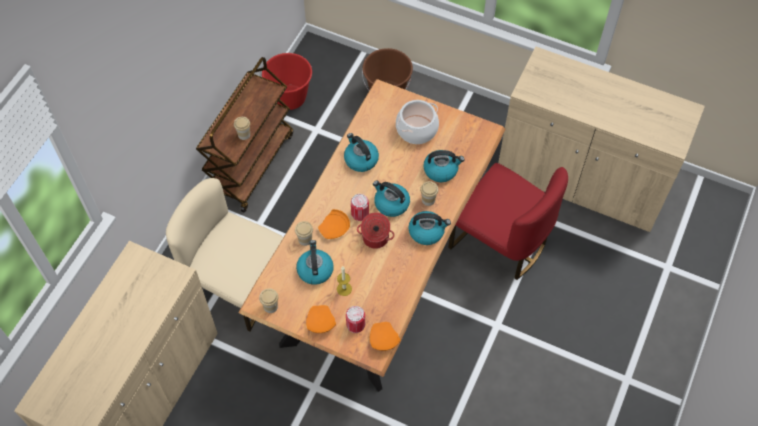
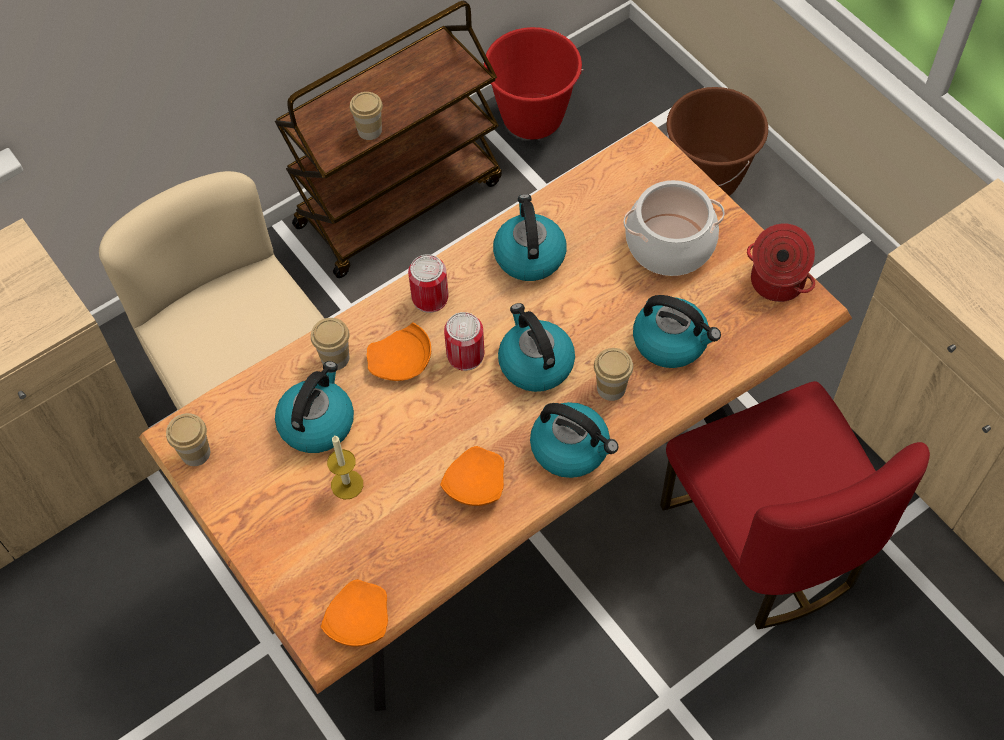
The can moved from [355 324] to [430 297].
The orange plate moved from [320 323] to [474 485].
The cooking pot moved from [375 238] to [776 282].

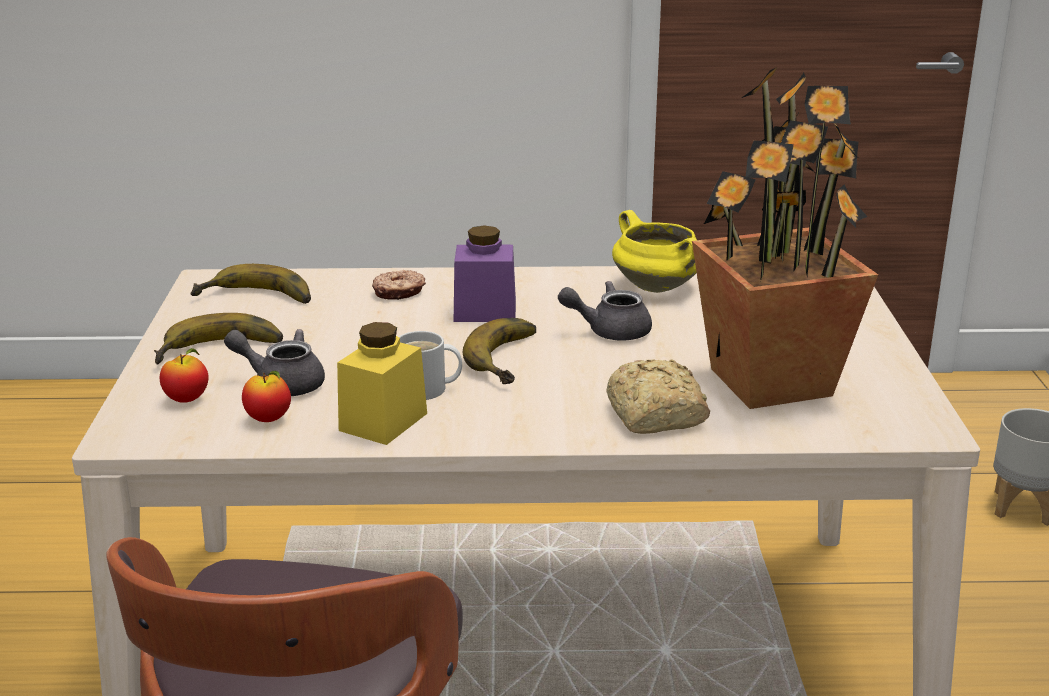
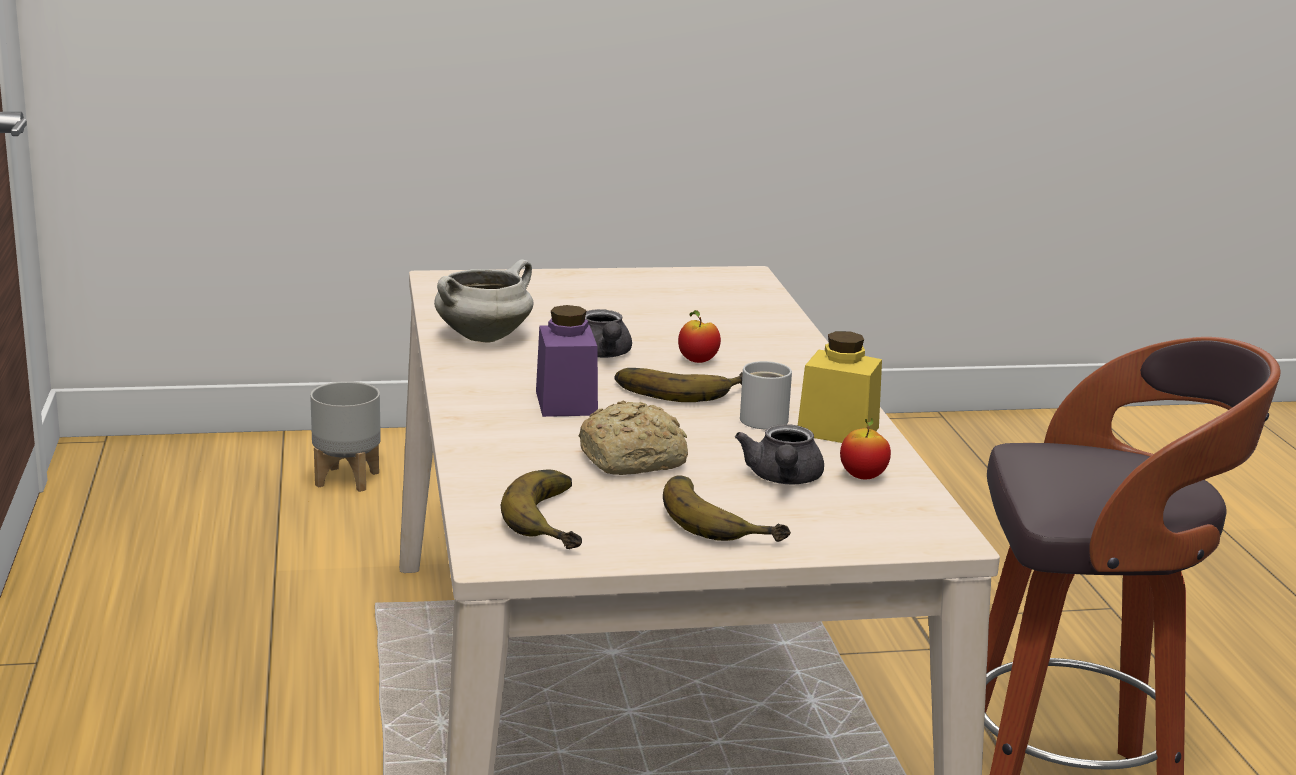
The yellow cooking pot at [658 287] became the white cooking pot at [484 337].
The bread moved from [654 416] to [635 460].
The apple moved from [187 399] to [698 361].
The donut at [399 293] disappeared.
The potted plant at [772 381] disappeared.

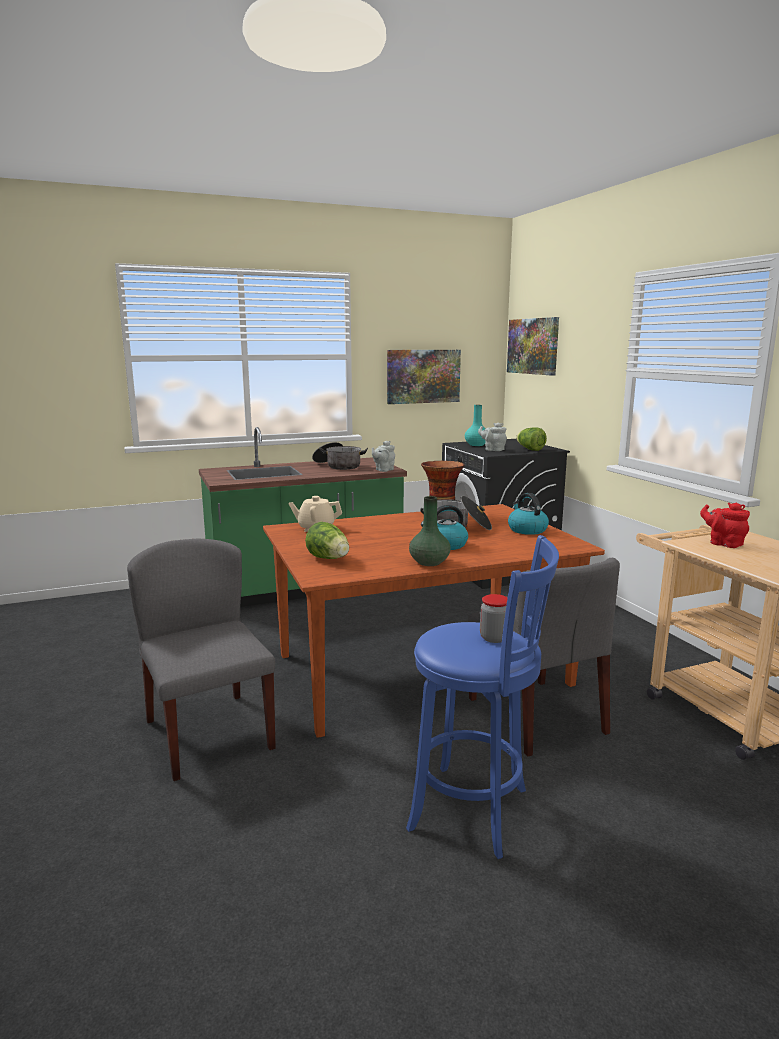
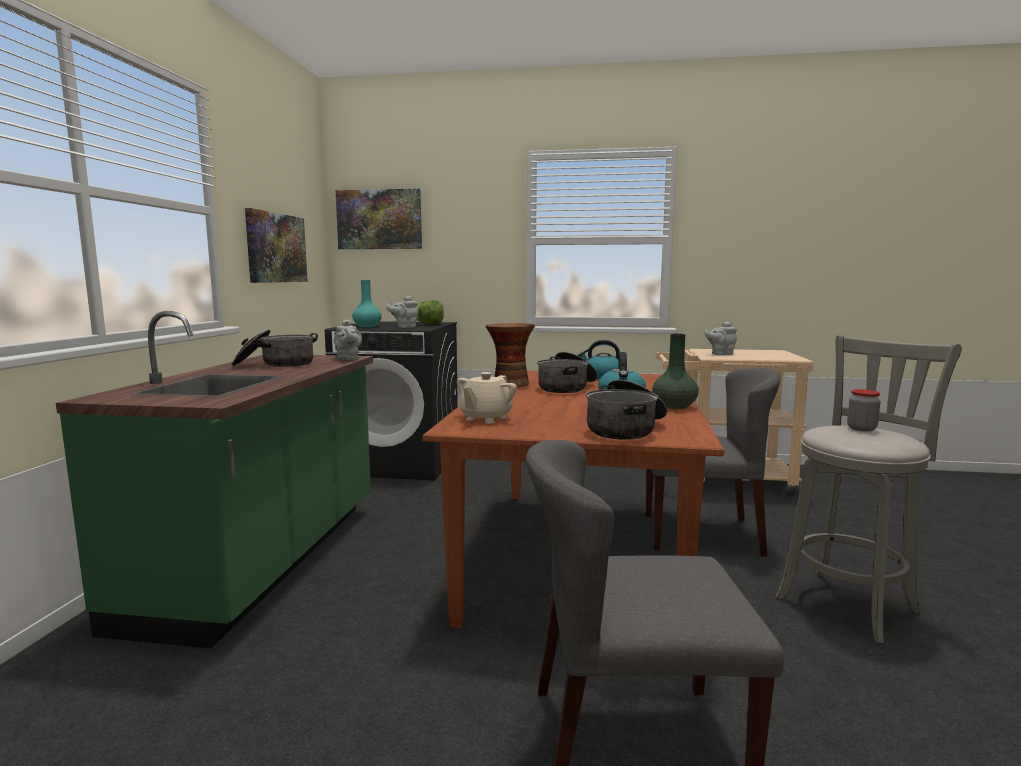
The lettuce at [329 559] was replaced by the cooking pot at [626 428].
The red teapot at [723 543] became the grey teapot at [720 354].
The blue stool at [475 811] became the grey stool at [849 602].

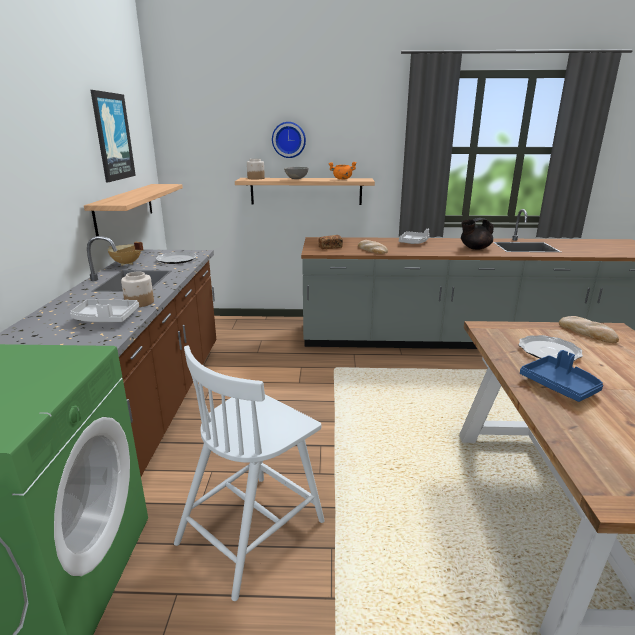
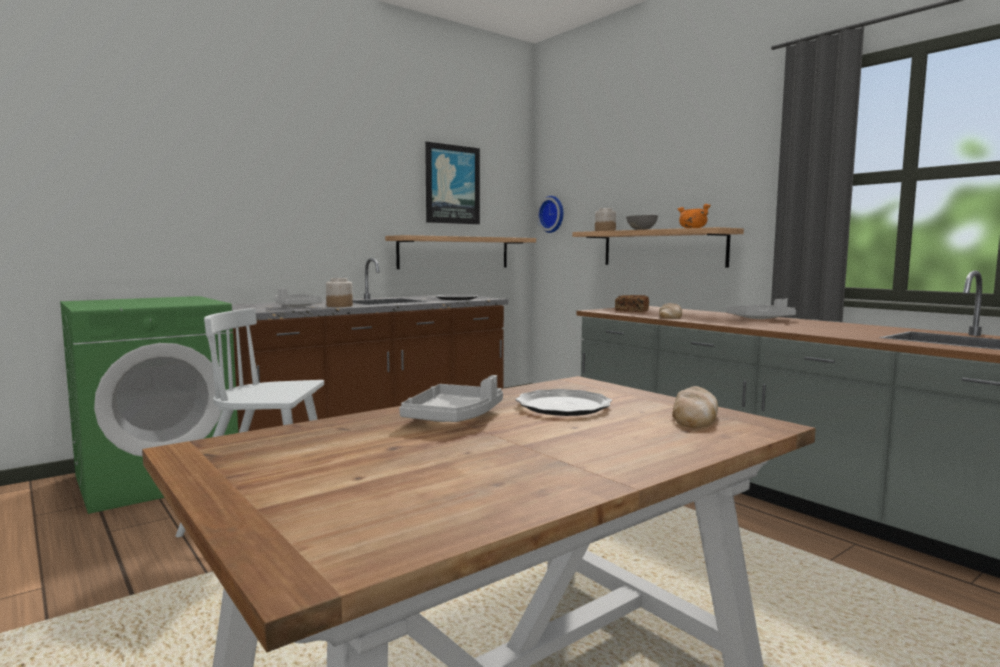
The blue tray at [560 385] became the grey tray at [454 417].
The wall clock moved from [289 140] to [552 214].
The beige cooking pot at [126 263] disappeared.
The black teapot at [474 248] disappeared.

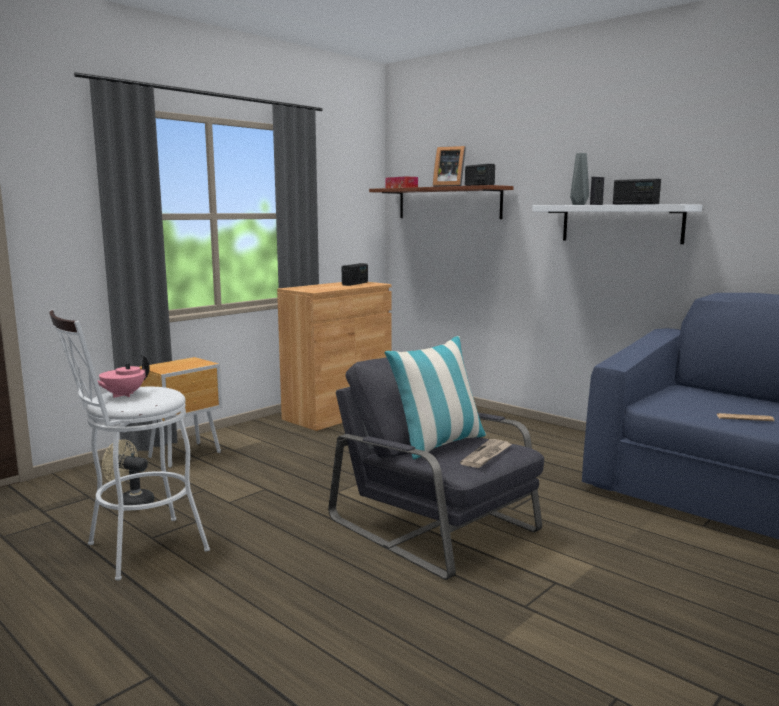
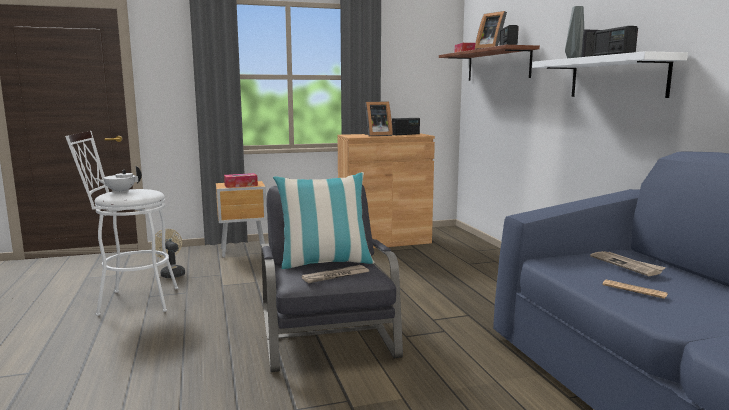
The pink teapot at [123 395] became the white teapot at [120 192].
The tissue box at [241 185] appeared.
The picture frame at [376 135] appeared.
The newspaper at [626 265] appeared.

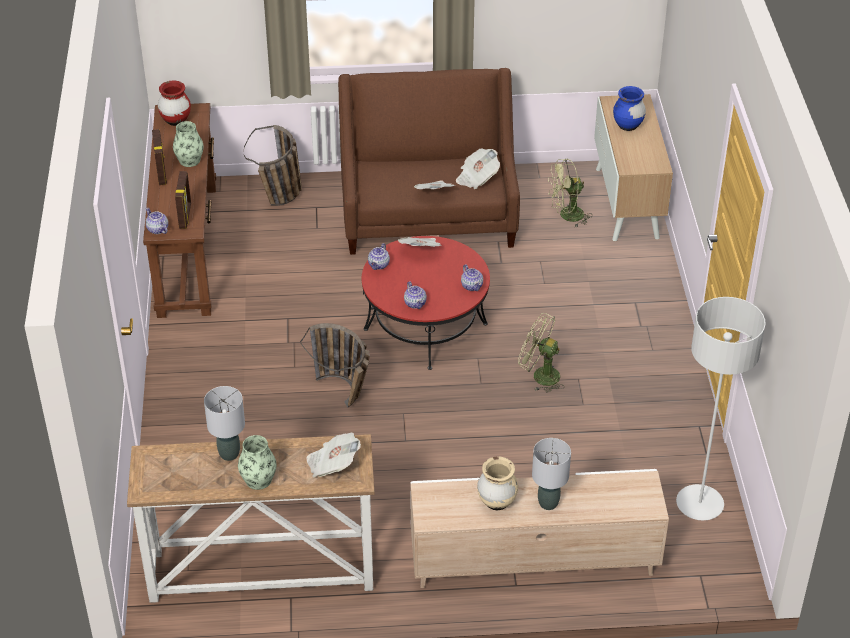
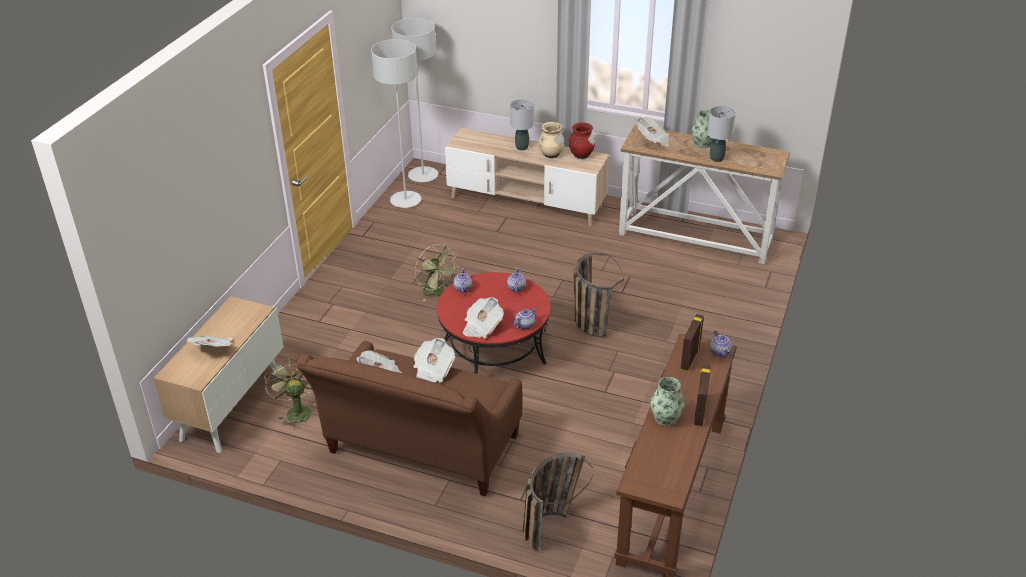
The blue vase at [628 126] was replaced by the newspaper at [214 349].
The green fan at [566 216] turned 120 degrees counterclockwise.
The grey floor lamp at [423 176] appeared.
The red vase moved from [175 121] to [581 155].

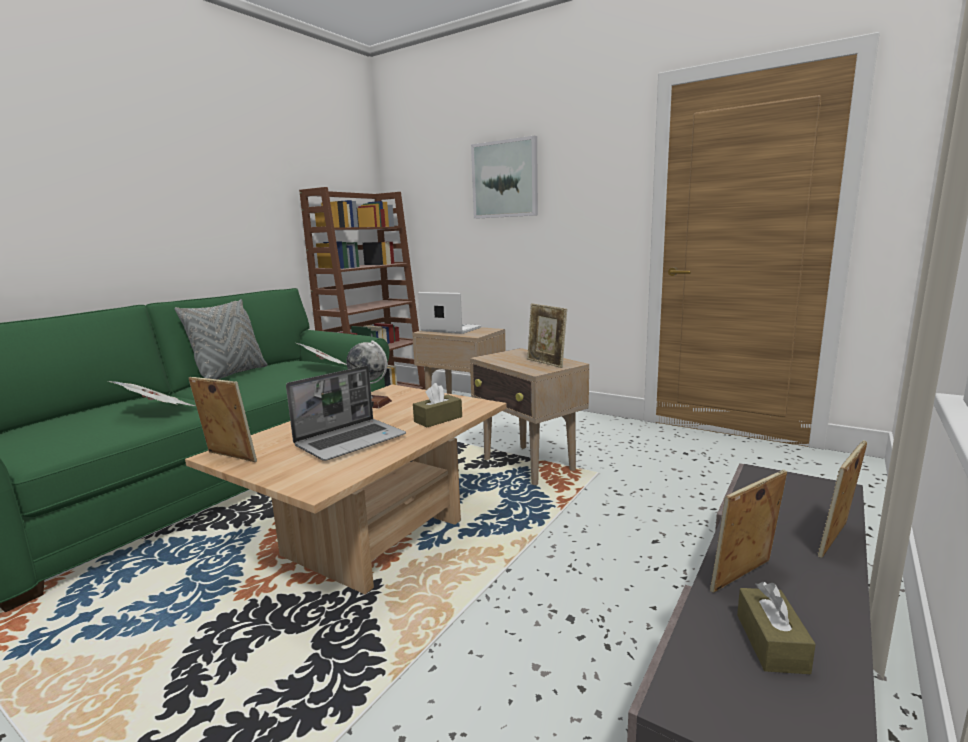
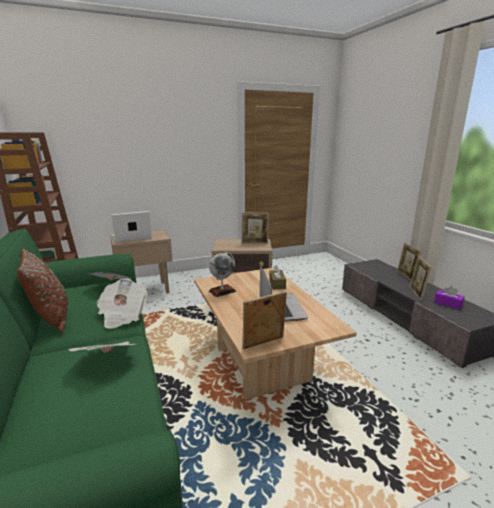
The grey pillow at [230 375] became the brown pillow at [51 318].
The newspaper at [122 315] appeared.
The brown tissue box at [771 642] became the purple tissue box at [448 303].
The picture at [505 179] disappeared.

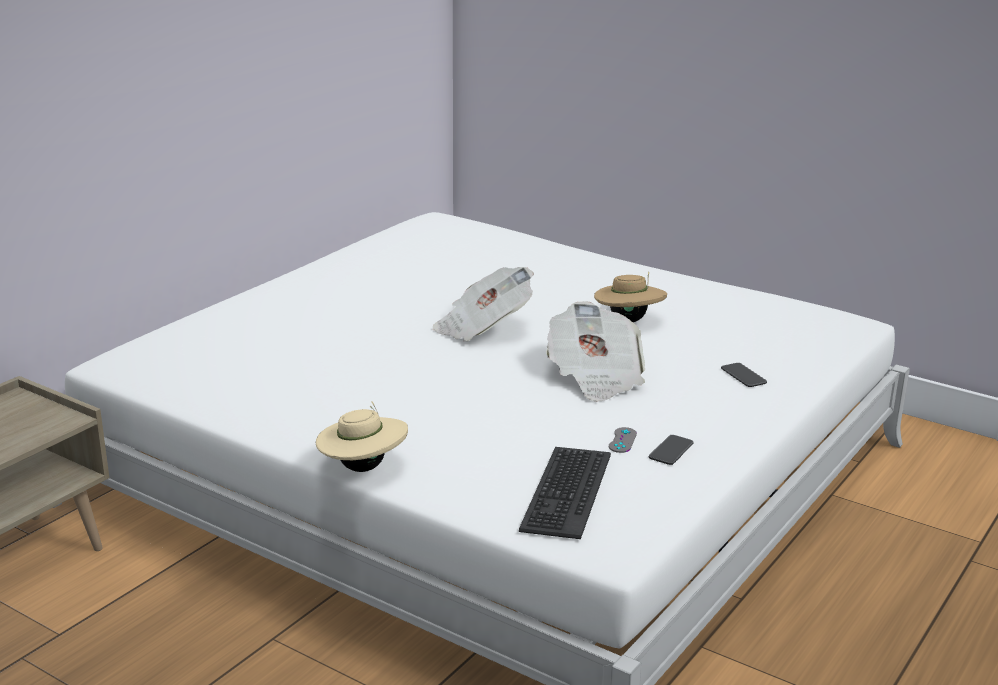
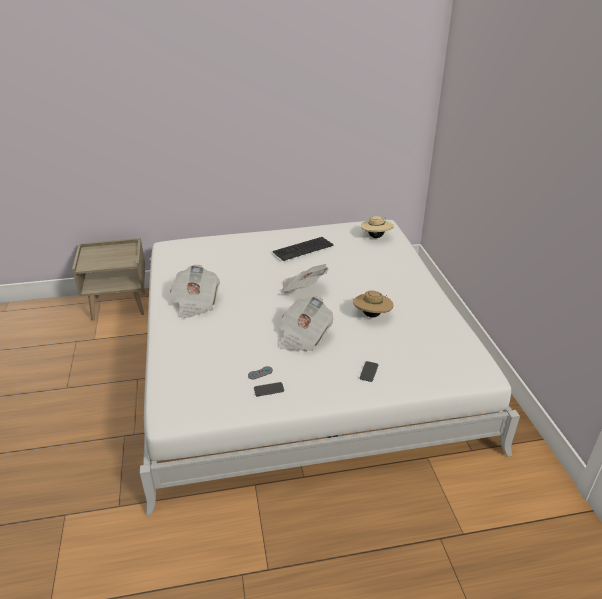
The newspaper at [195 303] appeared.
The keyboard moved from [565 492] to [303 249].
The beige hat moved from [363 467] to [376 236].

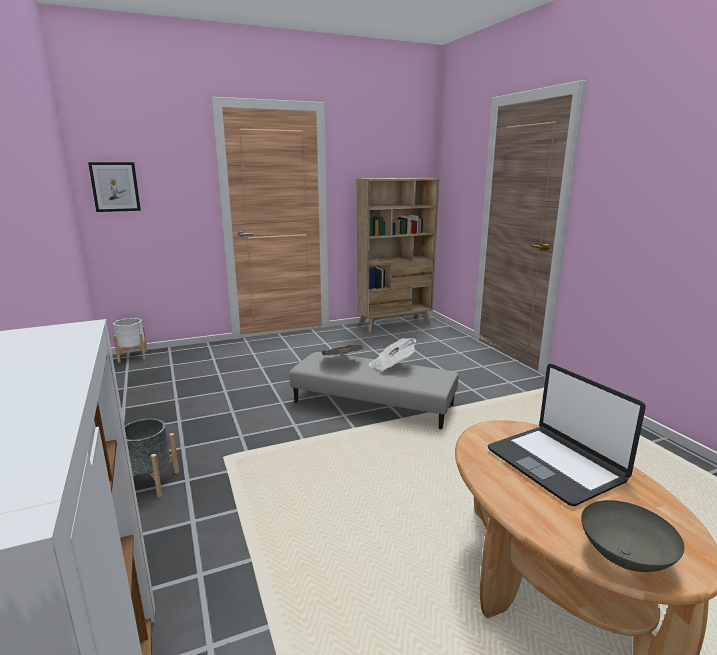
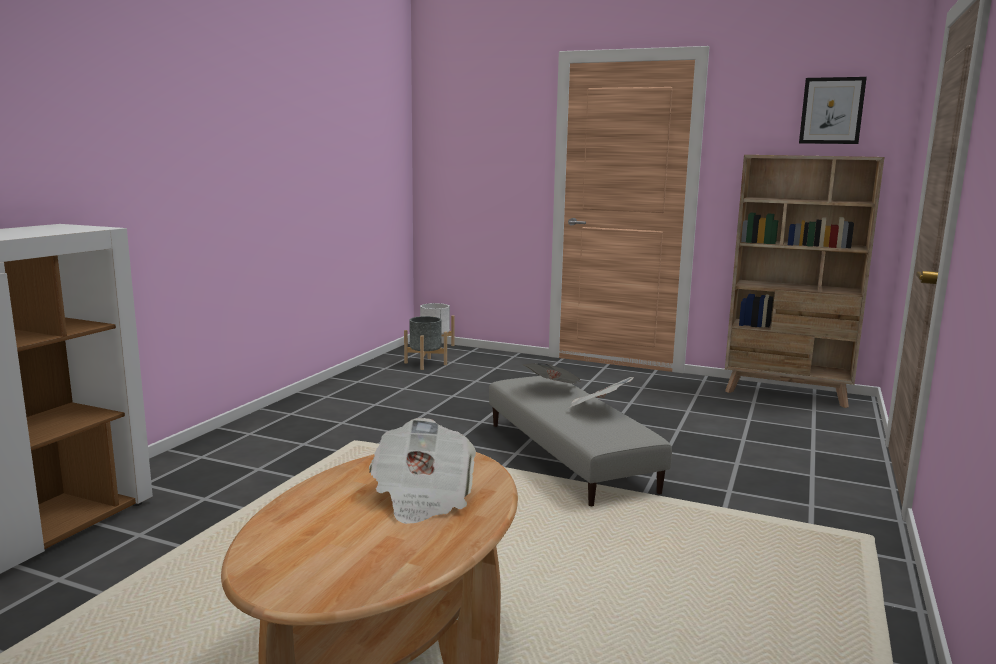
The laptop at [556 464] was replaced by the newspaper at [422 497].
The grey planter moved from [150 482] to [425 364].
The picture moved from [115 187] to [831 111].
The grey bowl at [623 556] disappeared.

